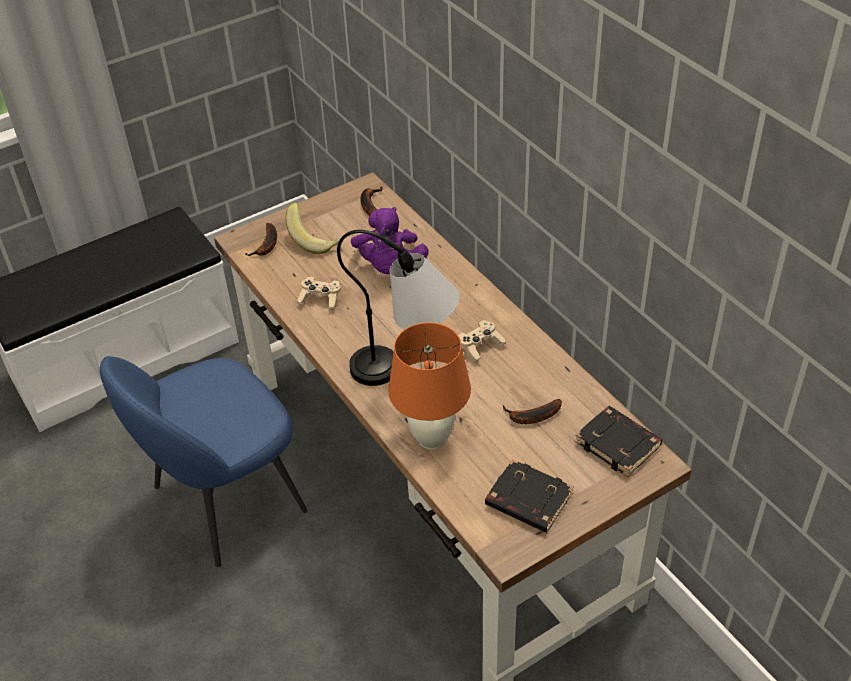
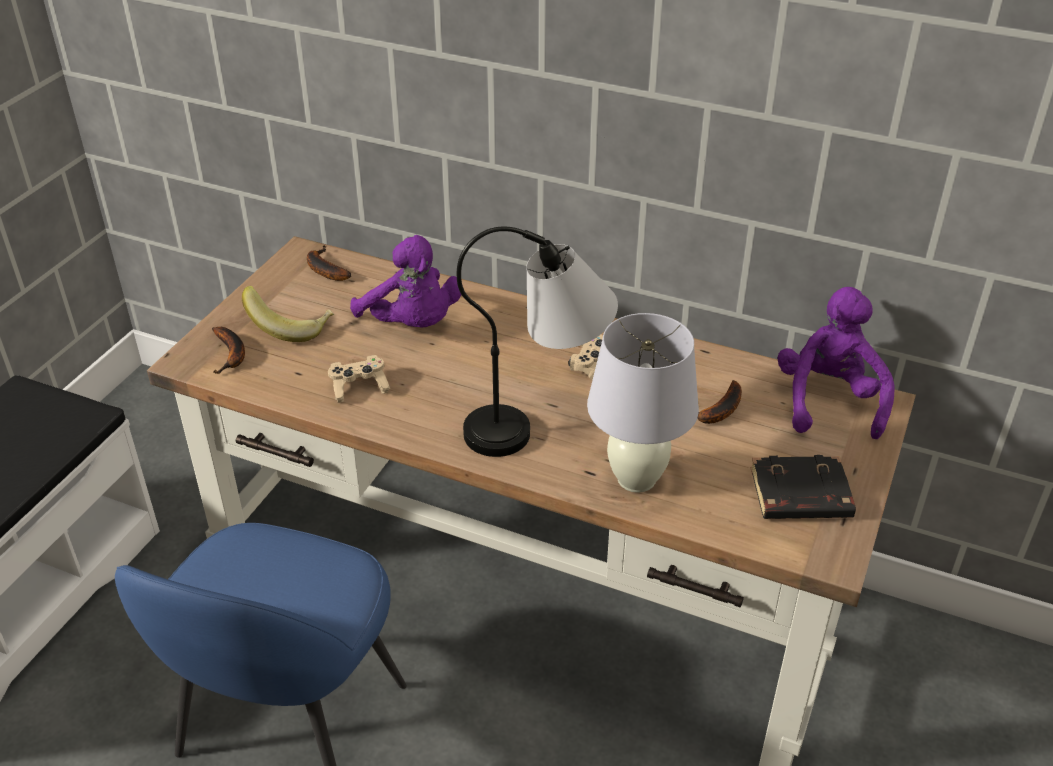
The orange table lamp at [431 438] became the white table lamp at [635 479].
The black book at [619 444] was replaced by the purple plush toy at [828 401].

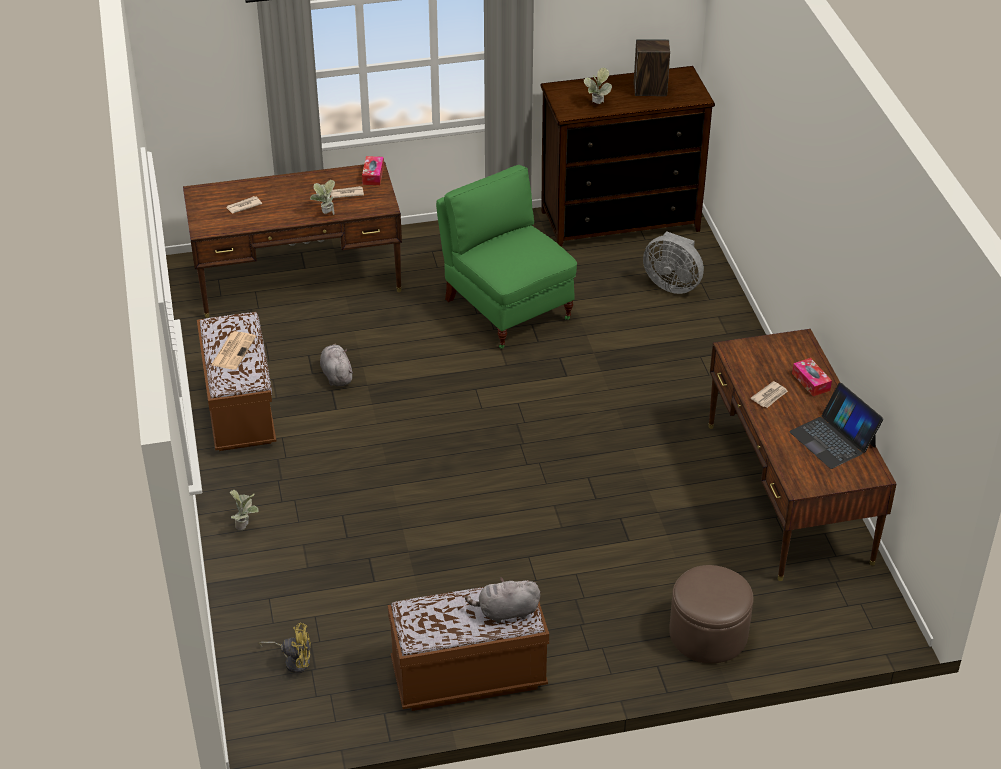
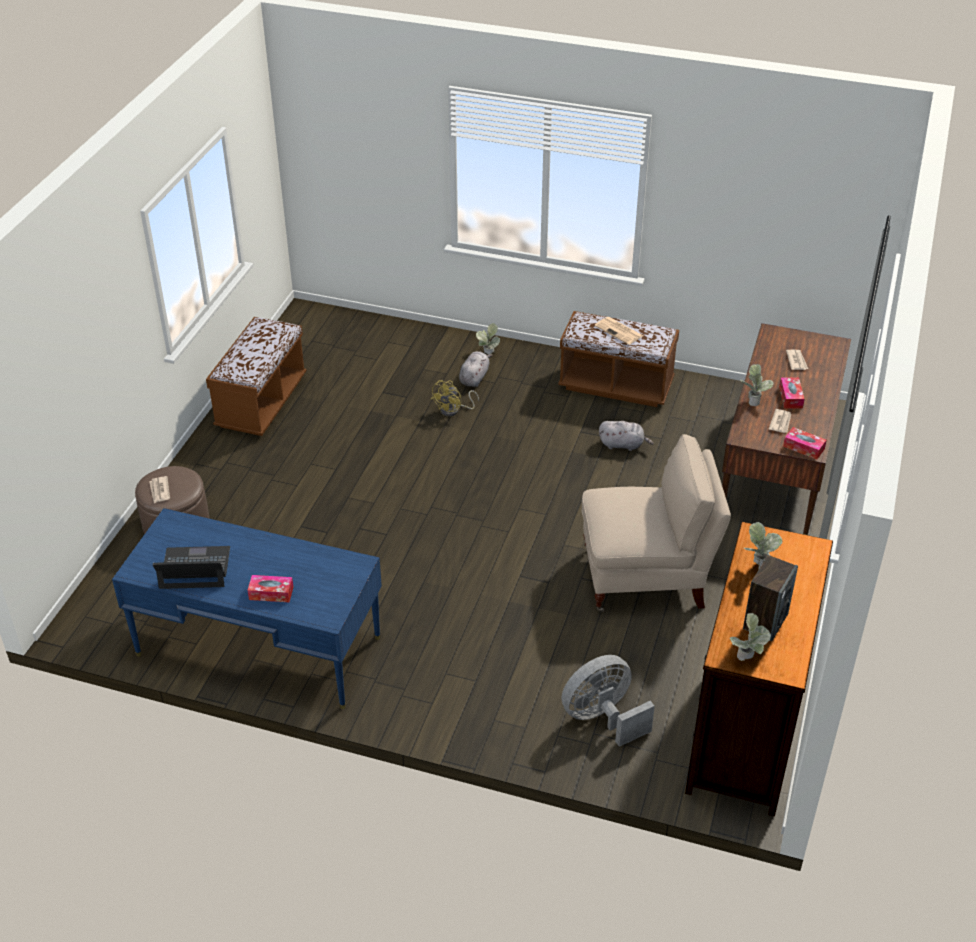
The brown desk at [788 492] became the blue desk at [259 646].
The newspaper moved from [769 396] to [159 491].
The yellow fan moved from [294 661] to [453 410].
The grey plush toy moved from [505 612] to [474 378].
The green chair at [507 308] became the beige chair at [645 577].
The potted plant at [747 659] appeared.
The tissue box at [790 397] appeared.

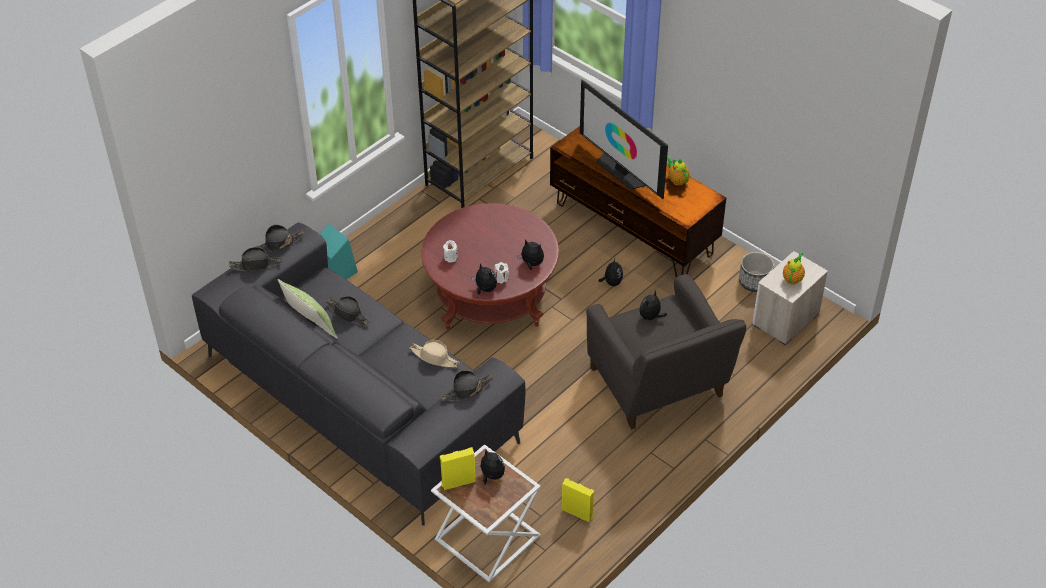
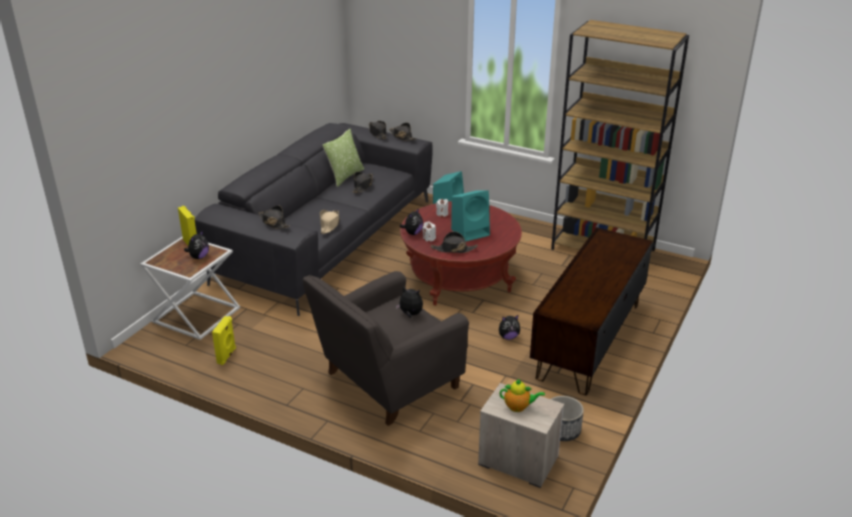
The plush toy at [531 264] was replaced by the black hat at [453 249].
The turquoise speaker at [471 232] appeared.
The television at [621 171] disappeared.
The teapot at [677 180] disappeared.

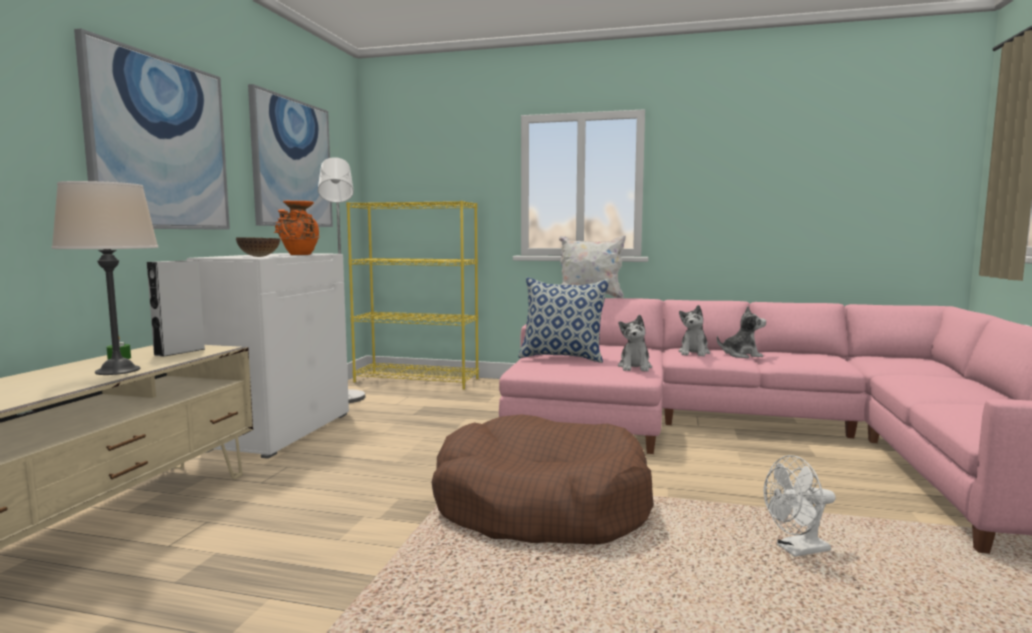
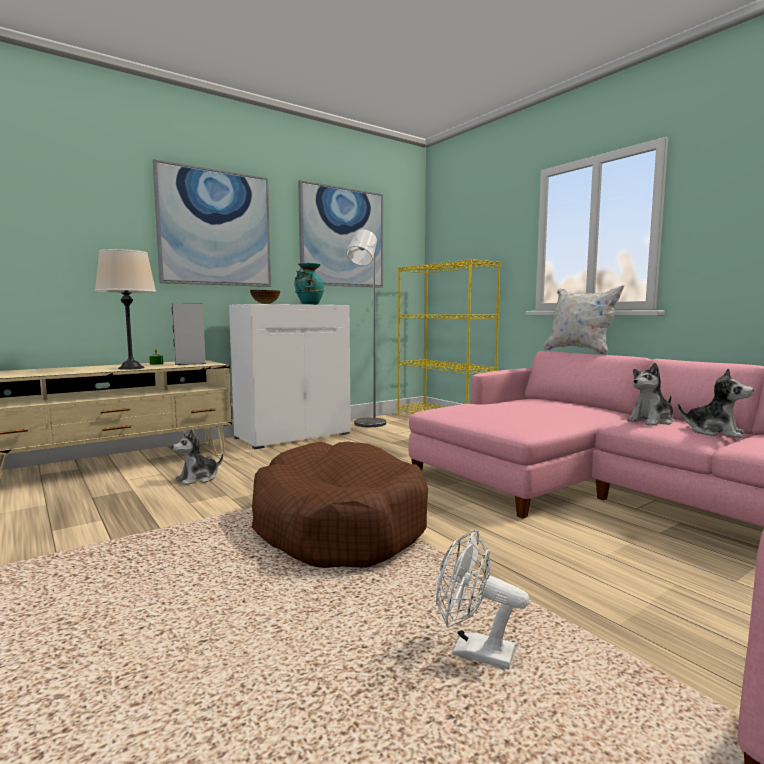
The plush toy moved from [635 367] to [198 479].
The orange vase at [299 254] became the turquoise vase at [309 304].
The pillow at [563 357] disappeared.

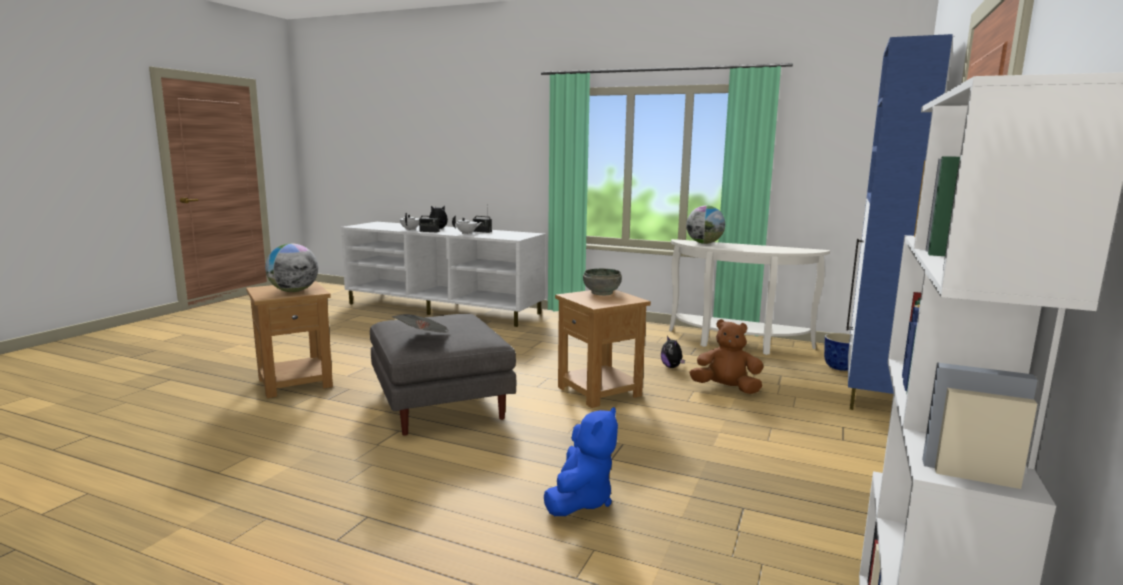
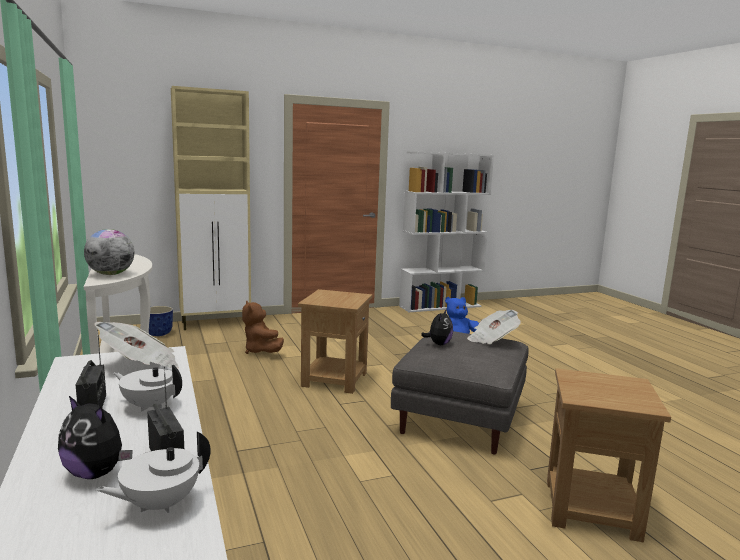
The newspaper at [141 365] appeared.
The blue cabinet at [870 396] became the beige cabinet at [216 323].
The plush toy moved from [672 367] to [438 344].
The globe at [293 291] disappeared.
The grey bowl at [602 293] disappeared.

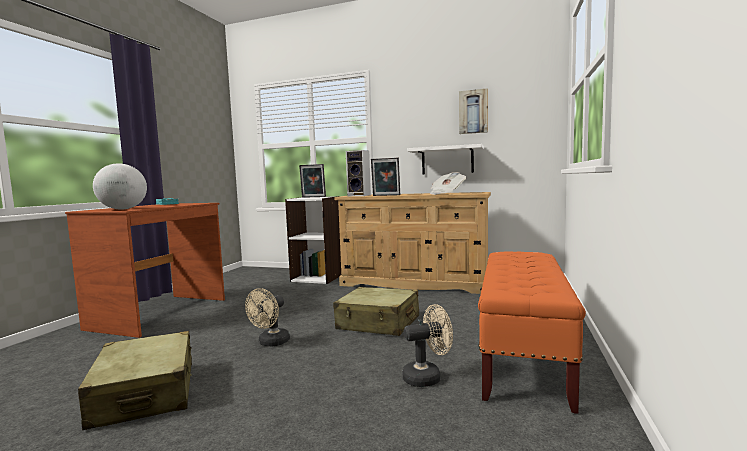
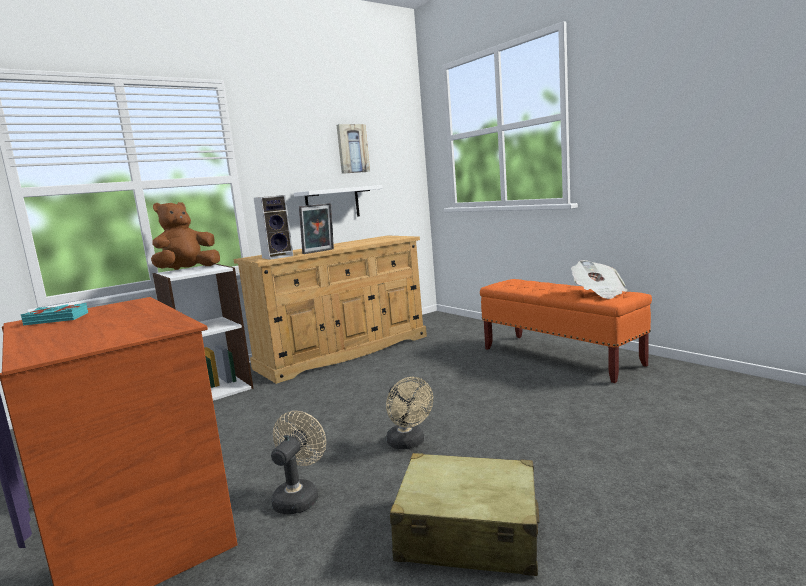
The picture frame at [313 197] was replaced by the brown plush toy at [187 270].
The beige fan moved from [427 377] to [299 496].
The newspaper moved from [446 193] to [598 293].
The globe at [122 209] disappeared.
The beige suitcase at [378 323] disappeared.

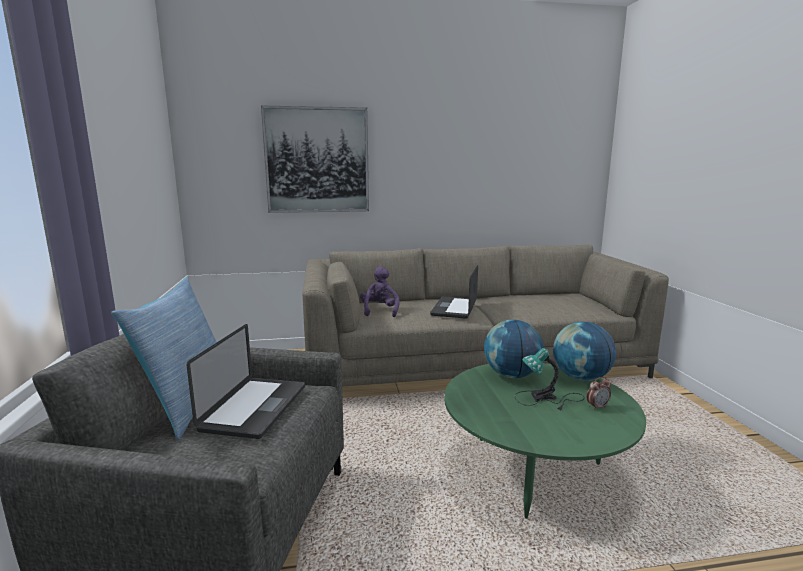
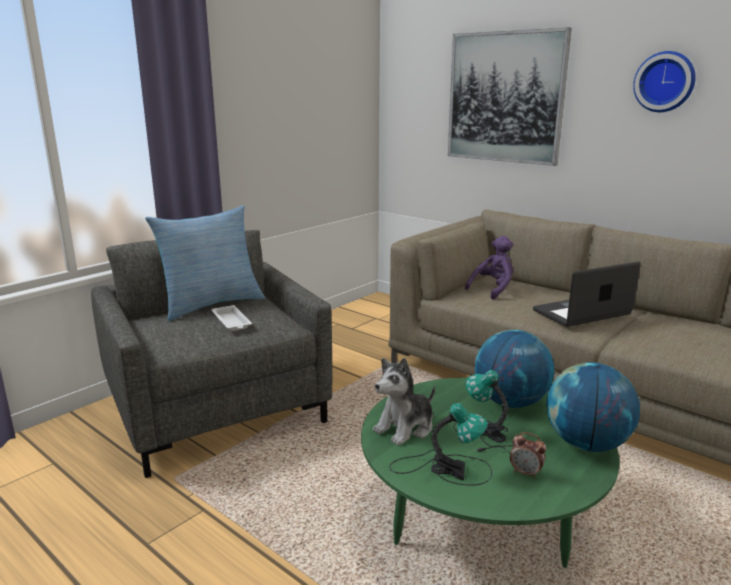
The laptop at [255 408] was replaced by the white tray at [232 322].
The plush toy at [405 428] appeared.
The table lamp at [444 467] appeared.
The wall clock at [665 82] appeared.

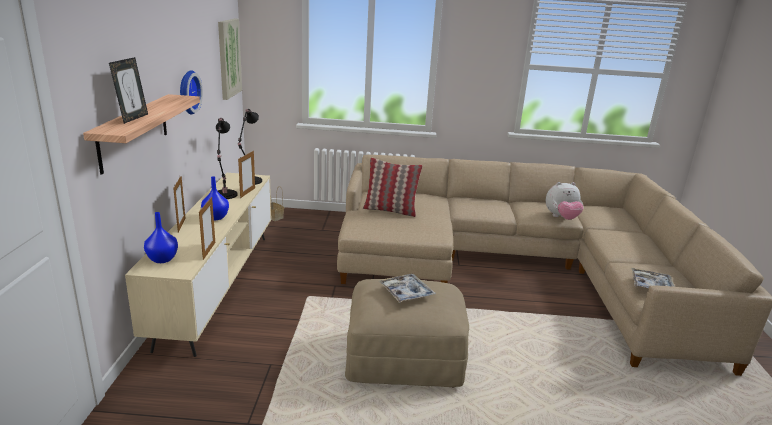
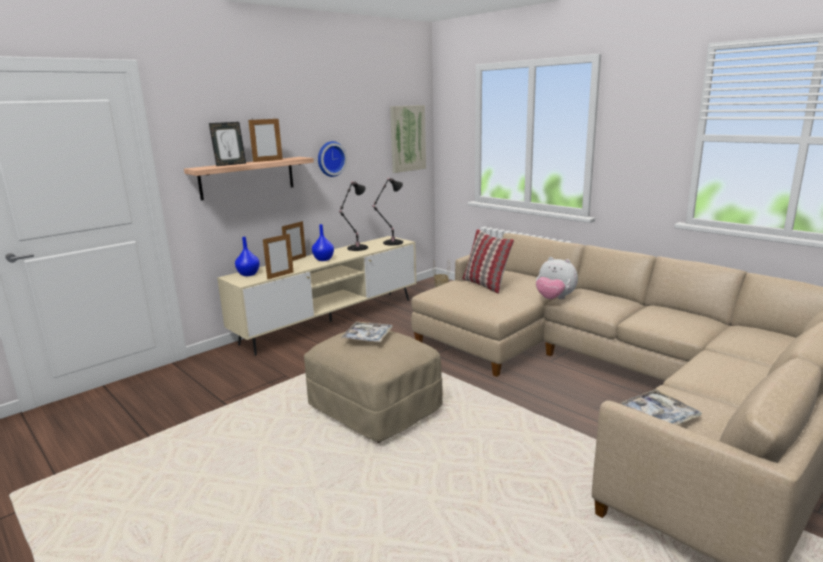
The picture frame moved from [247 193] to [268 160].
The plush toy moved from [561 218] to [554 299].

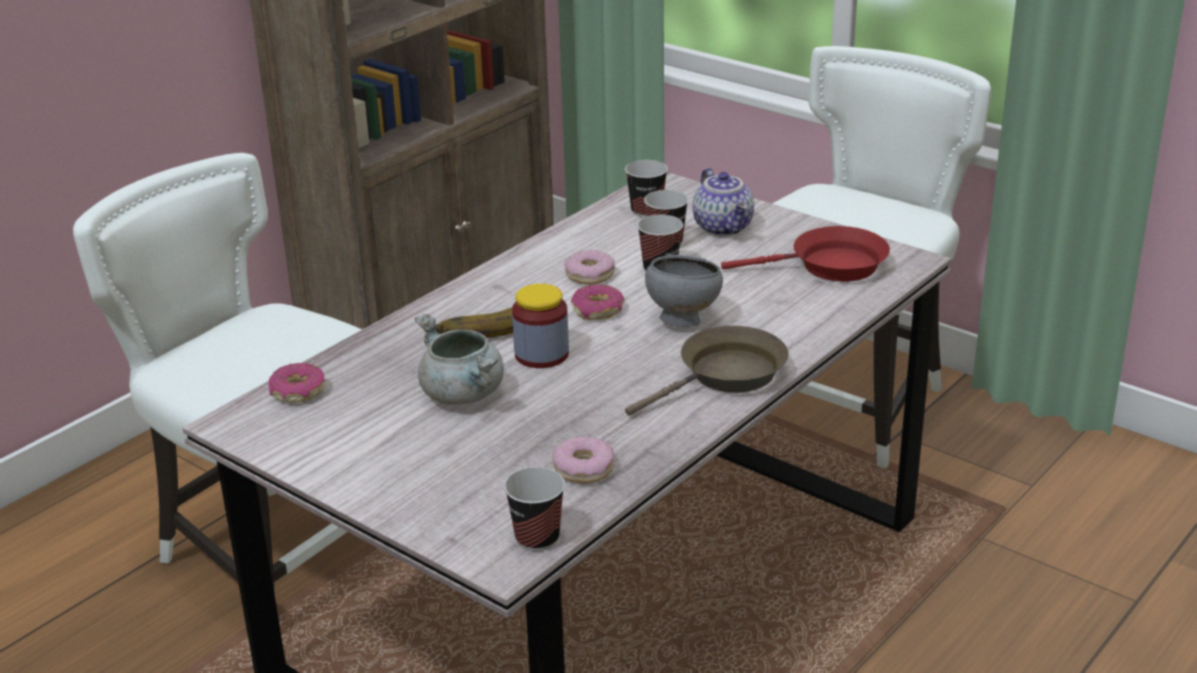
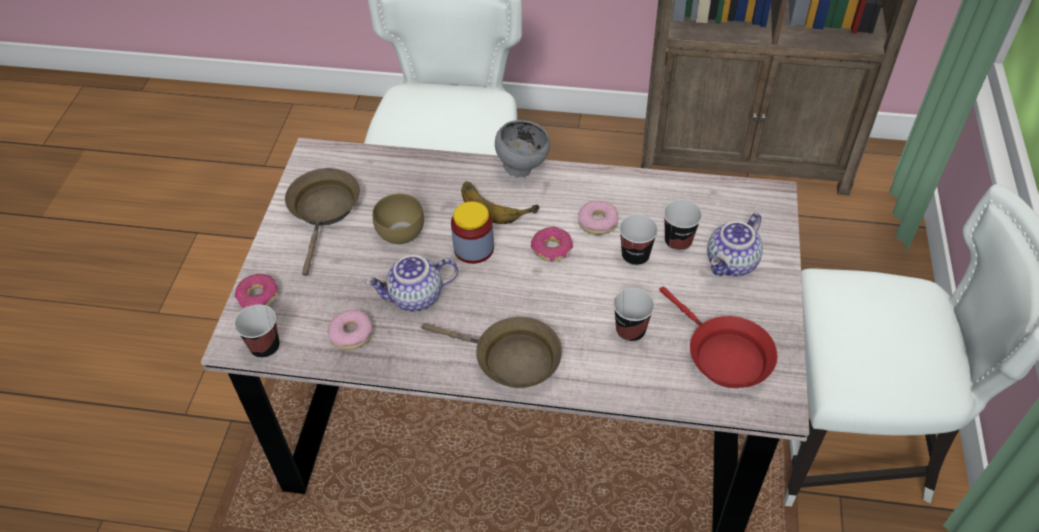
The donut moved from [297 392] to [258 296].
The brown frying pan at [324 211] appeared.
The teapot at [415 298] appeared.
The grey cooking pot at [463 395] was replaced by the brown bowl at [401 235].
The grey bowl moved from [682 321] to [522 168].
The cup moved from [646 211] to [630 331].

